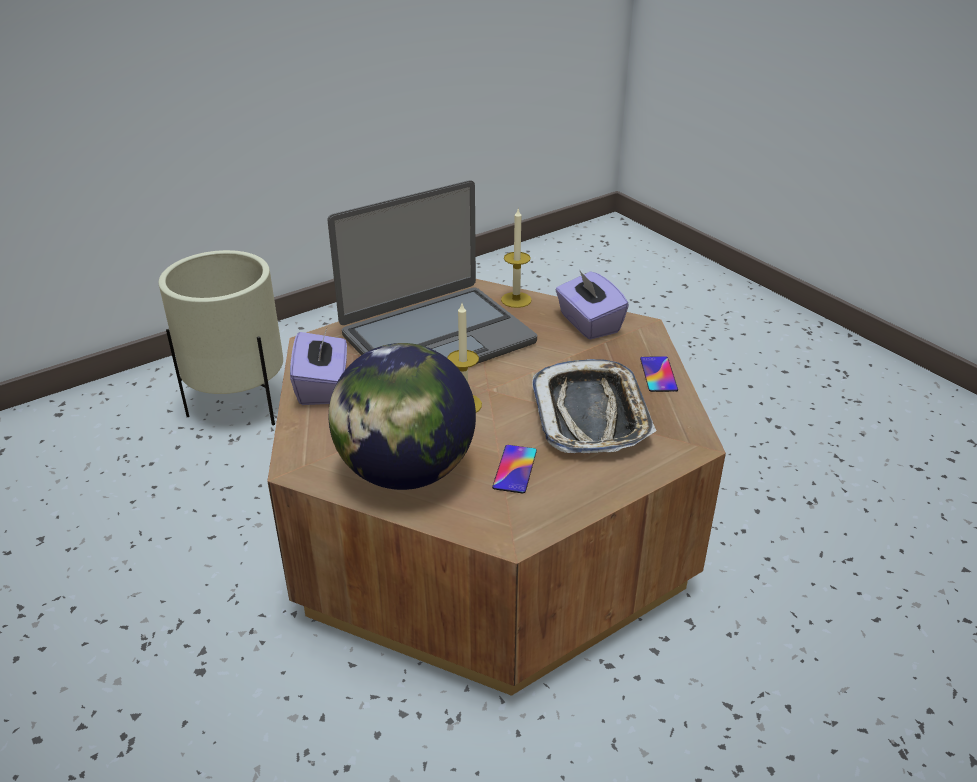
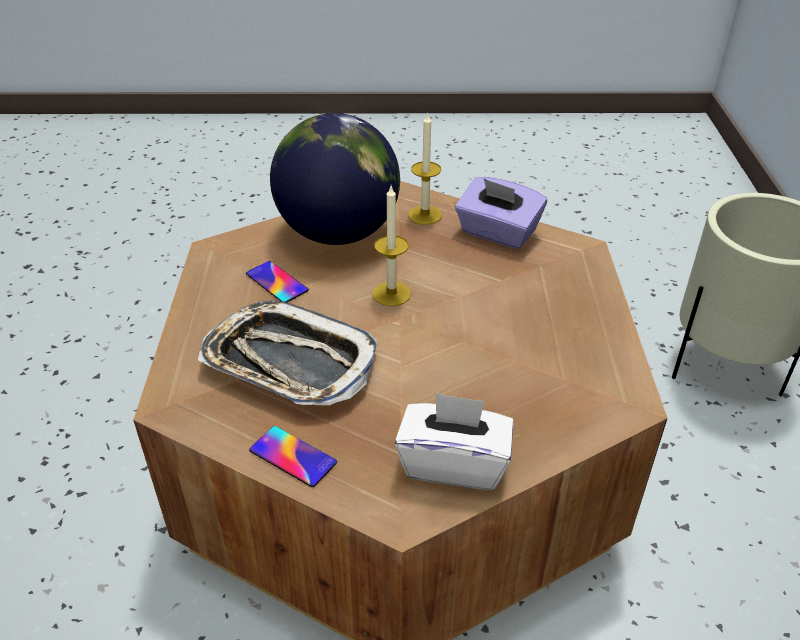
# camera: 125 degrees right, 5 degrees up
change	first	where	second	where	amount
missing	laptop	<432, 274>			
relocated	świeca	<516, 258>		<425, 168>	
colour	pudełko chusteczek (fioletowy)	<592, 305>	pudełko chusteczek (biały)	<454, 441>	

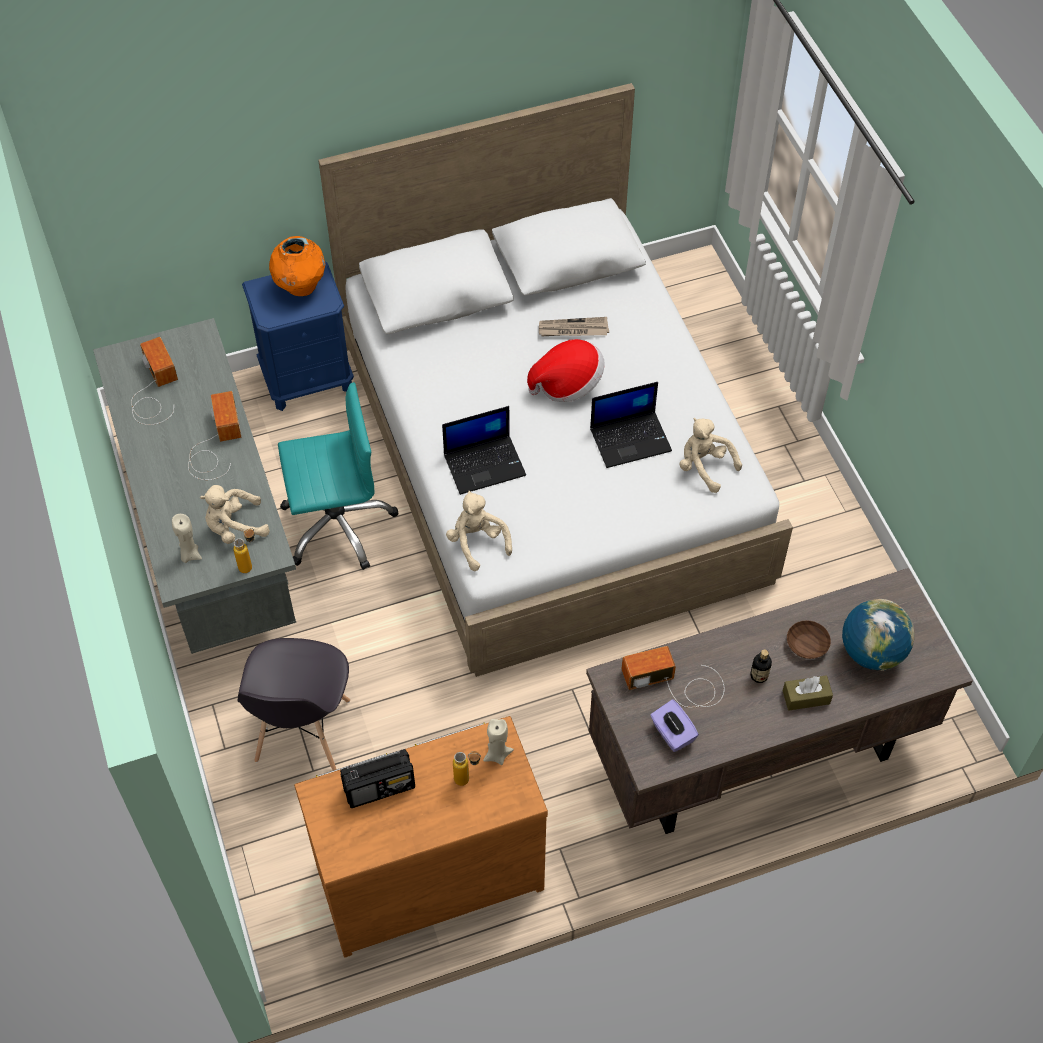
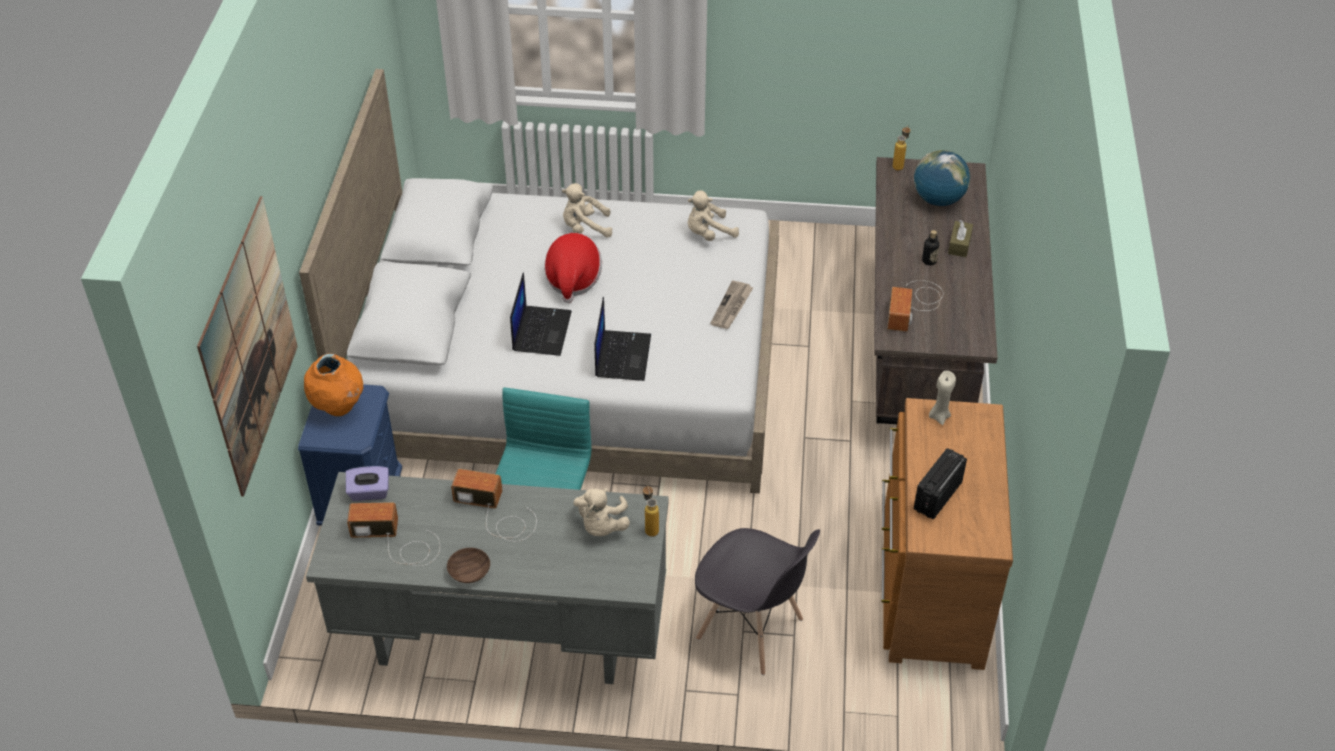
# camera: 65 degrees left, 10 degrees down
change	first	where	second	where	amount
relocated	gazeta	<574, 326>		<731, 305>	
relocated	laptop	<631, 425>		<541, 314>	
relocated	pluszak (beżowy)	<479, 531>		<587, 210>	
missing	świeca (beżowy)	<187, 538>			
relocated	miska (brązowy)	<809, 639>		<468, 565>	
relocated	pudełko chusteczek (fioletowy)	<674, 725>		<367, 483>	
spun	radio	<377, 778>		<940, 483>	150 degrees counterclockwise
relocated	butelka	<467, 768>		<901, 148>	
appeared			obraz	<247, 346>	

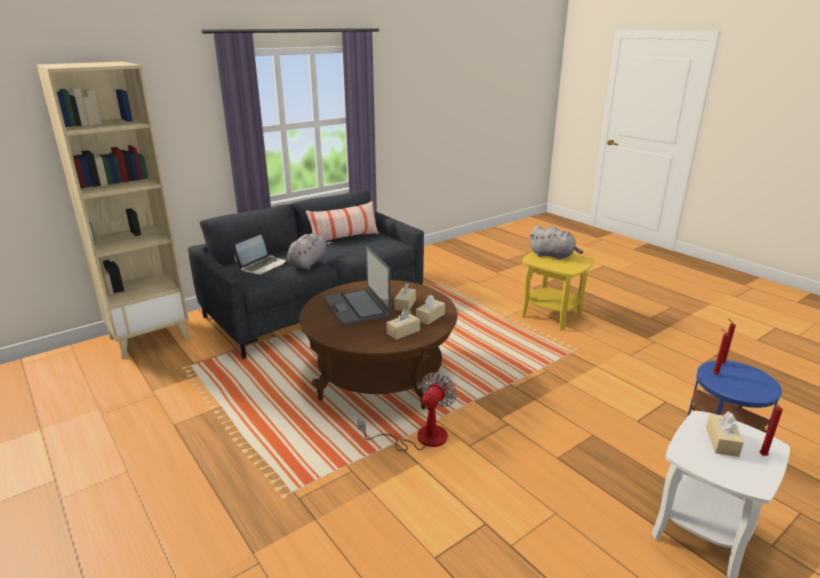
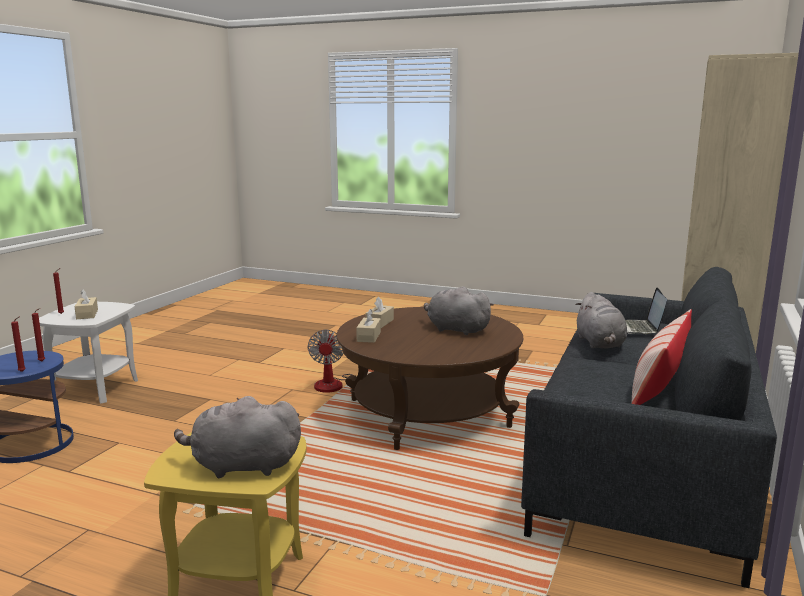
# camera: 150 degrees right, 10 degrees down
change	first	where	second	where	amount
exchanged	laptop	<357, 286>	pluszak (szary)	<459, 310>	
missing	pudełko chusteczek (beżowy)	<405, 297>			

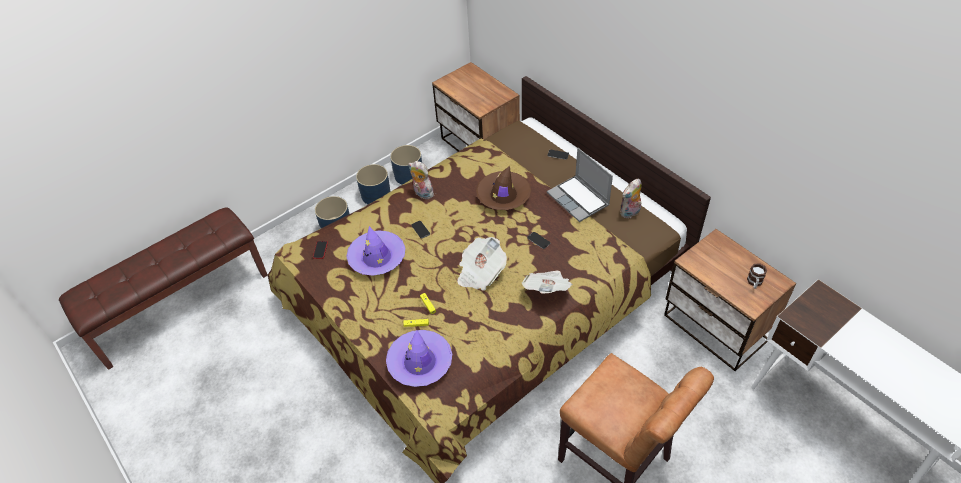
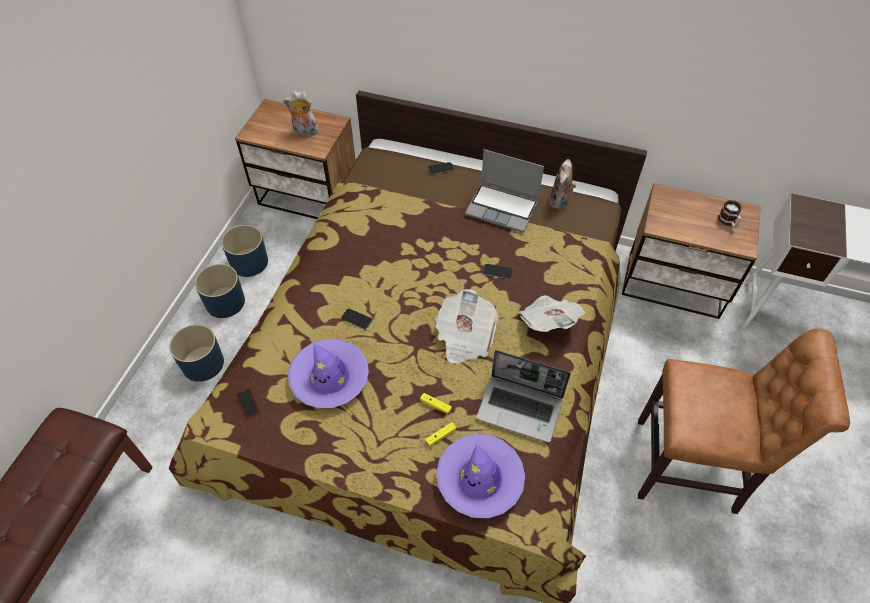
# camera: 35 degrees left, 5 degrees up
change	first	where	second	where	amount
relocated	pluszak	<421, 180>		<300, 113>	
missing	kapelusz (brązowy)	<503, 188>			
appeared			laptop	<524, 396>	

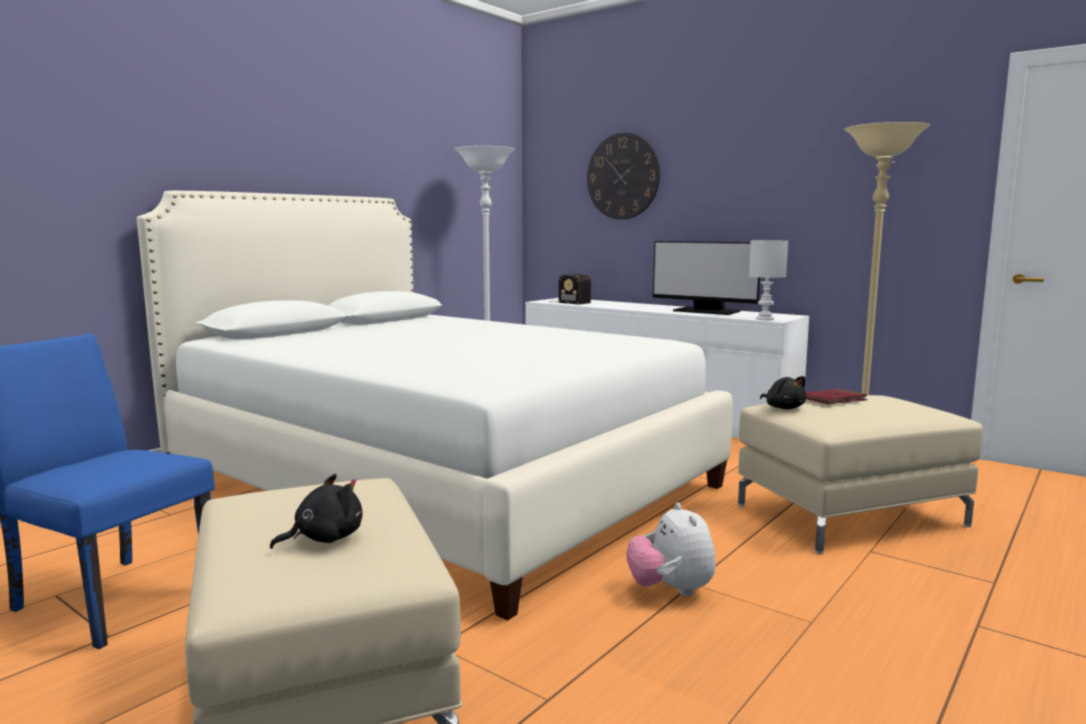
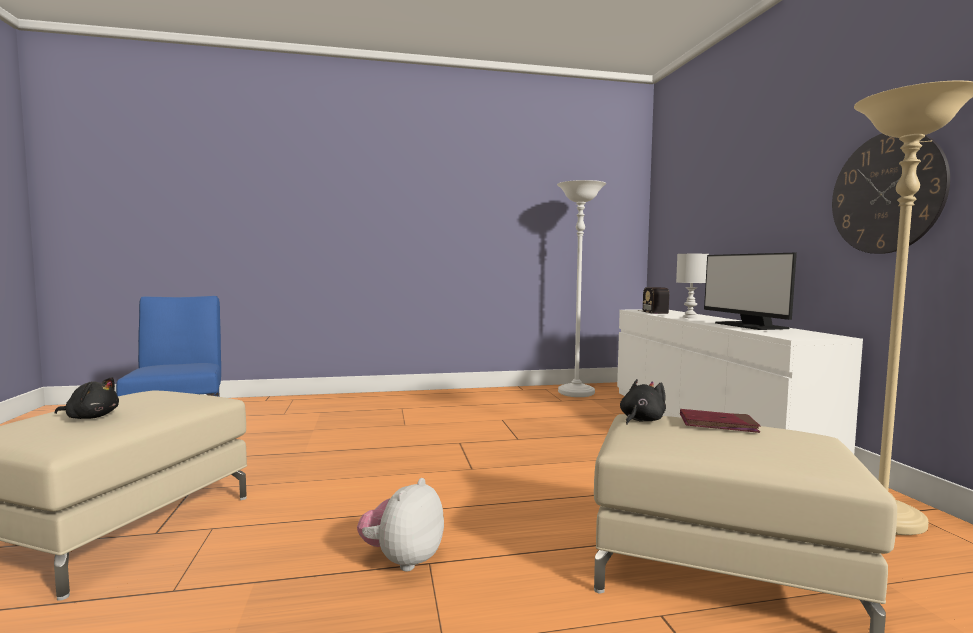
# camera: 40 degrees right, 5 degrees down
change	first	where	second	where	amount
relocated	zegar ścienny	<623, 176>		<891, 193>	
missing	łóżko (biały)	<435, 405>			
relocated	lampa stołowa (biały)	<768, 280>		<692, 286>	
spun	pluszak (czarny)	<783, 392>		<643, 402>	150 degrees counterclockwise

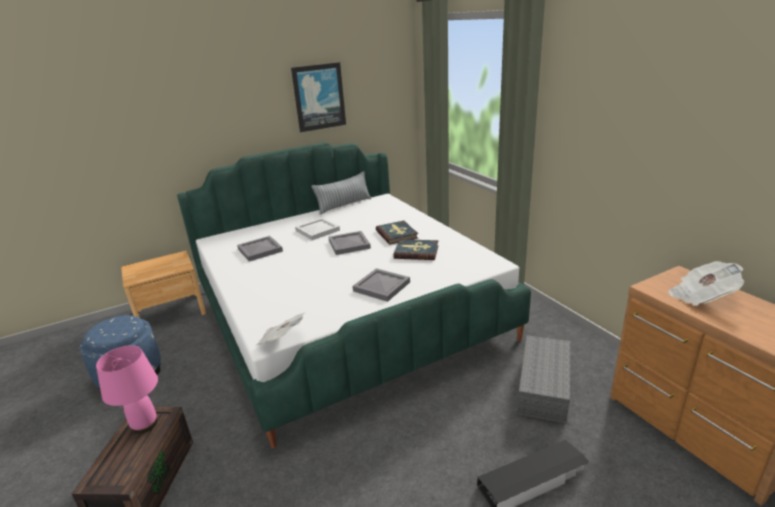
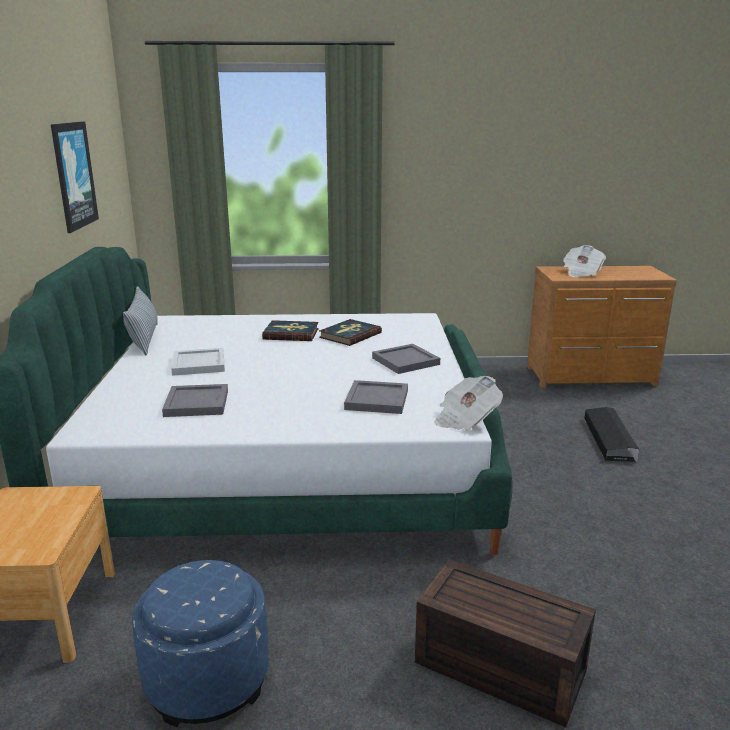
# camera: 65 degrees left, 5 degrees down
change	first	where	second	where	amount
relocated	taca (szary)	<349, 243>		<376, 397>	
missing	pojemnik do przechowywania (szary)	<544, 379>			
missing	lampa stołowa (różowy)	<127, 389>			

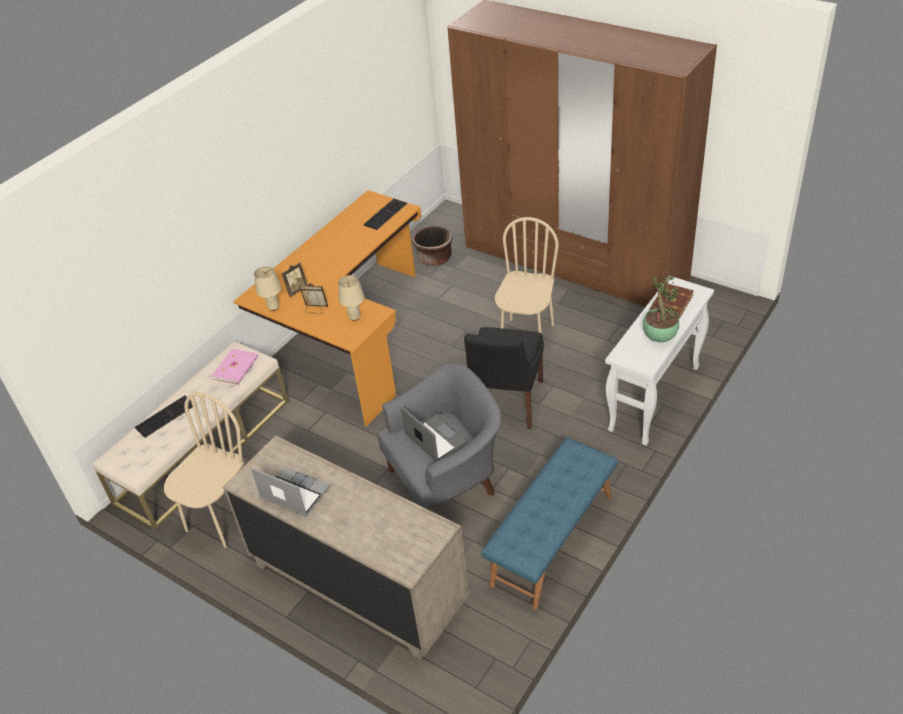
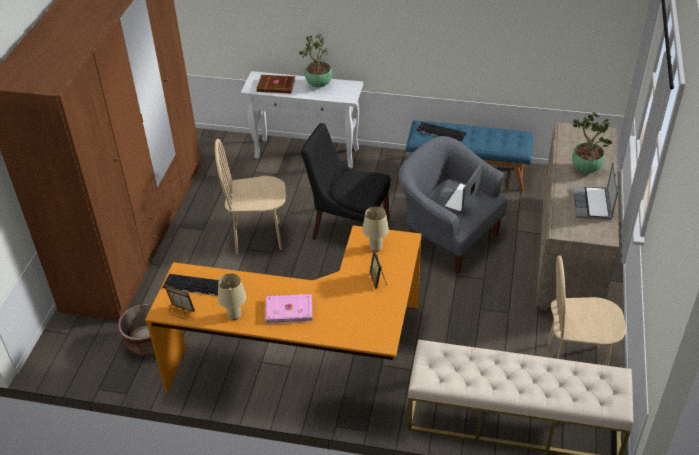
# camera: 115 degrees left, 0 degrees up
change	first	where	second	where	amount
relocated	ramka na zdjęcie	<295, 280>		<180, 302>	
relocated	lampa stołowa (beżowy)	<267, 288>		<232, 296>	
spun	krzesło (czarny)	<504, 378>		<346, 181>	150 degrees counterclockwise
relocated	książka (różowy)	<235, 366>		<289, 309>	
relocated	klawiatura	<164, 416>		<442, 132>	
appeared			roślina doniczkowa	<592, 142>	

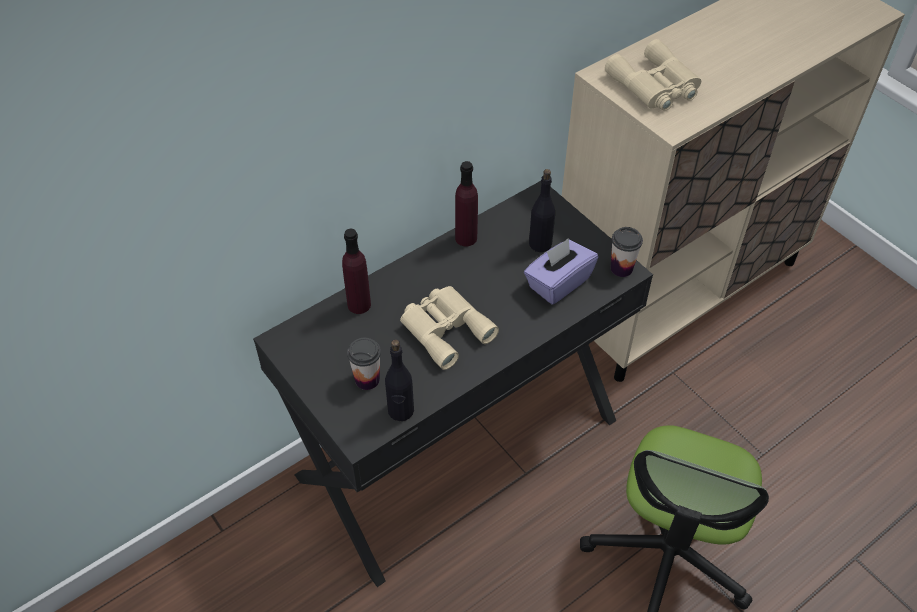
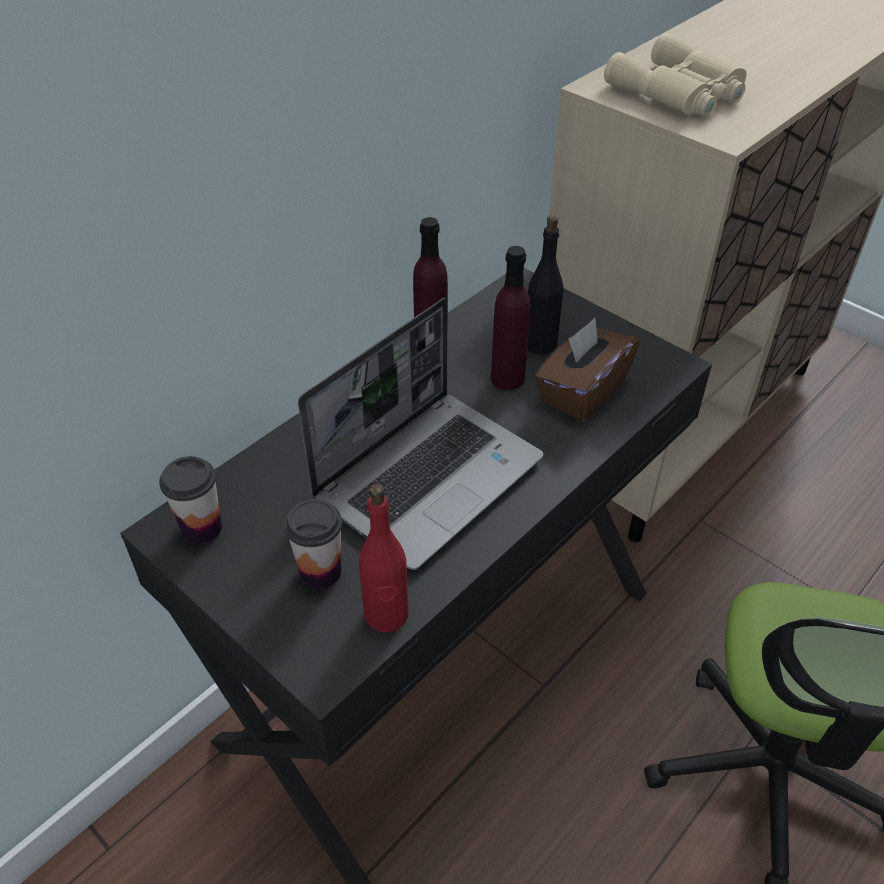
# camera: 10 degrees left, 5 degrees down
change	first	where	second	where	amount
relocated	filiżanka	<627, 252>		<190, 500>	
relocated	butelka (fioletowy)	<356, 271>		<511, 318>	
colour	pudełko chusteczek (fioletowy)	<561, 271>	pudełko chusteczek (brązowy)	<587, 370>	
exchanged	lornetka (beżowy)	<449, 328>	laptop	<420, 434>	
colour	butelka (czarny)	<399, 380>	butelka (czerwony)	<384, 557>	

